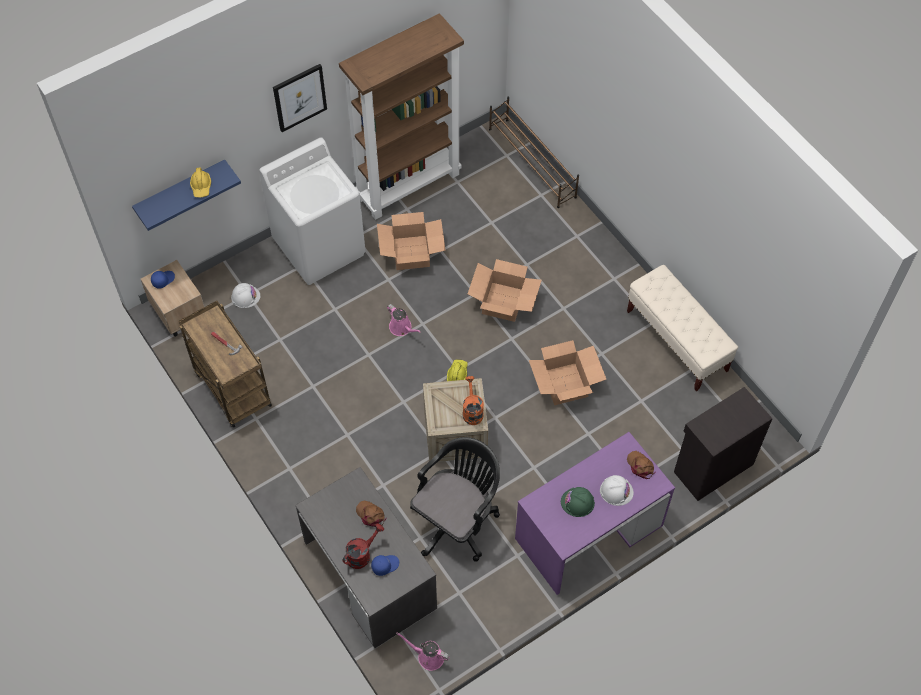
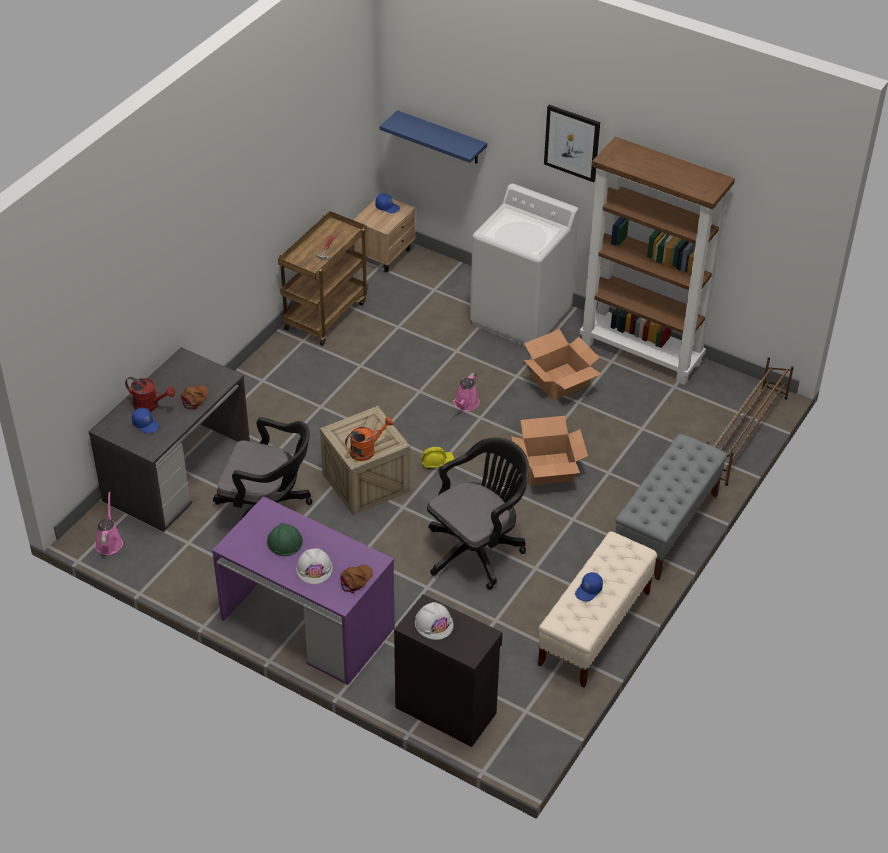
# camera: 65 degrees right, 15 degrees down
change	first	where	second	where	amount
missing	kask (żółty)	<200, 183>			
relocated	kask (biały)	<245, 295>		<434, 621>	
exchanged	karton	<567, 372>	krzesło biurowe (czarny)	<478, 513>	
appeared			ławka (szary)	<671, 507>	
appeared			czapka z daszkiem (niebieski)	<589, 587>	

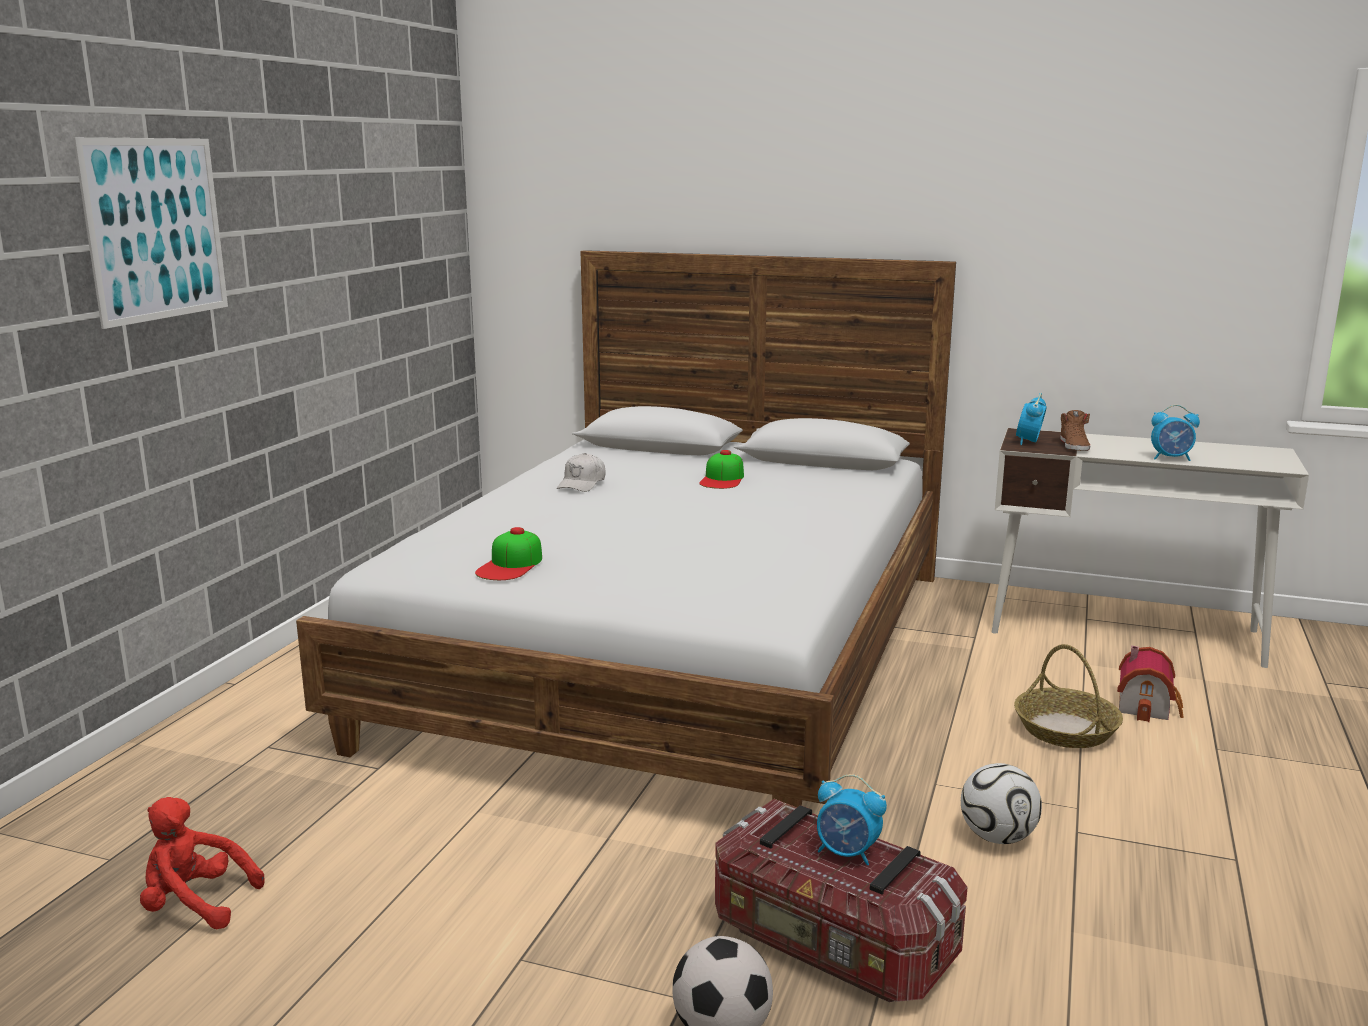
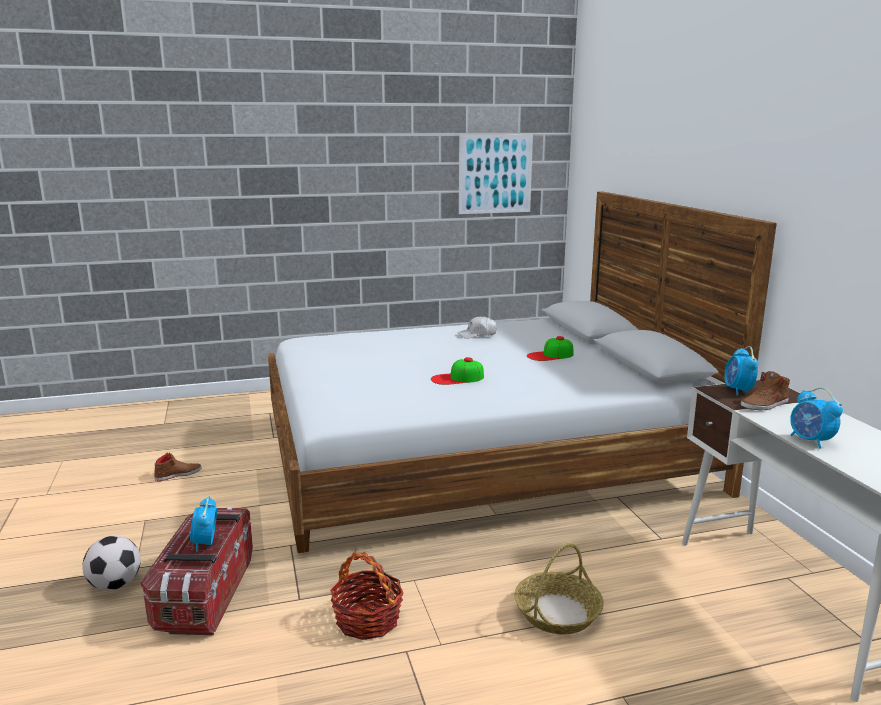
# camera: 55 degrees right, 0 degrees up
change	first	where	second	where	amount
relocated	obraz	<150, 233>		<496, 174>	
spun	budzik	<1031, 419>		<741, 371>	75 degrees counterclockwise
relocated	czapka z daszkiem	<508, 553>		<457, 371>	
missing	domek	<1150, 684>			
exchanged	piłka futbolowa	<1001, 803>	koszyk	<367, 596>	
missing	pluszak (czerwony)	<202, 863>			
appeared			but (brązowy)	<178, 467>	

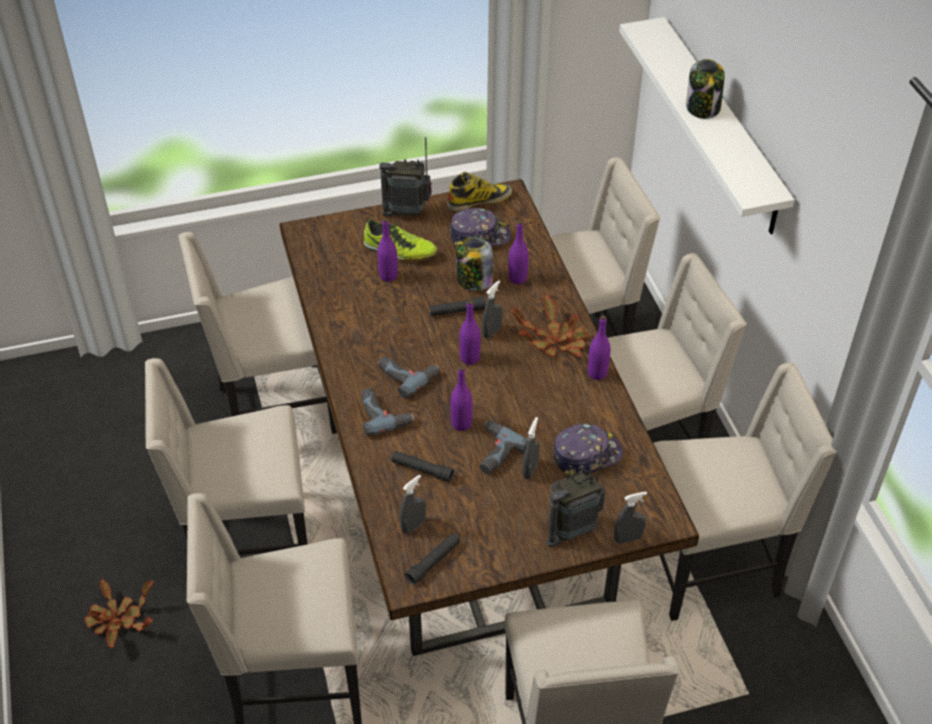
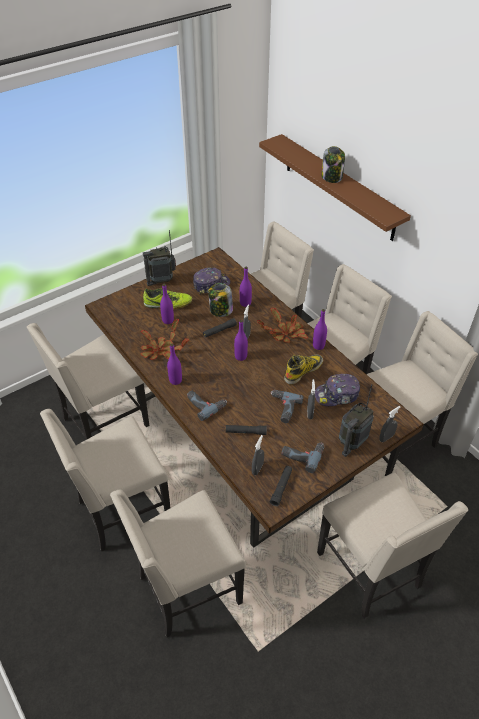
# camera: 20 degrees left, 0 degrees up
change	first	where	second	where	amount
colour	półka (biały)	<707, 125>	półka (brązowy)	<335, 187>	
relocated	but z cholewką	<479, 191>		<303, 369>	
relocated	wiertarka	<408, 377>		<302, 458>	
relocated	butelka (fioletowy)	<461, 398>		<174, 364>	
spun	czapka z daszkiem	<588, 450>		<337, 390>	150 degrees counterclockwise
relocated	roślina doniczkowa	<119, 613>		<164, 339>	

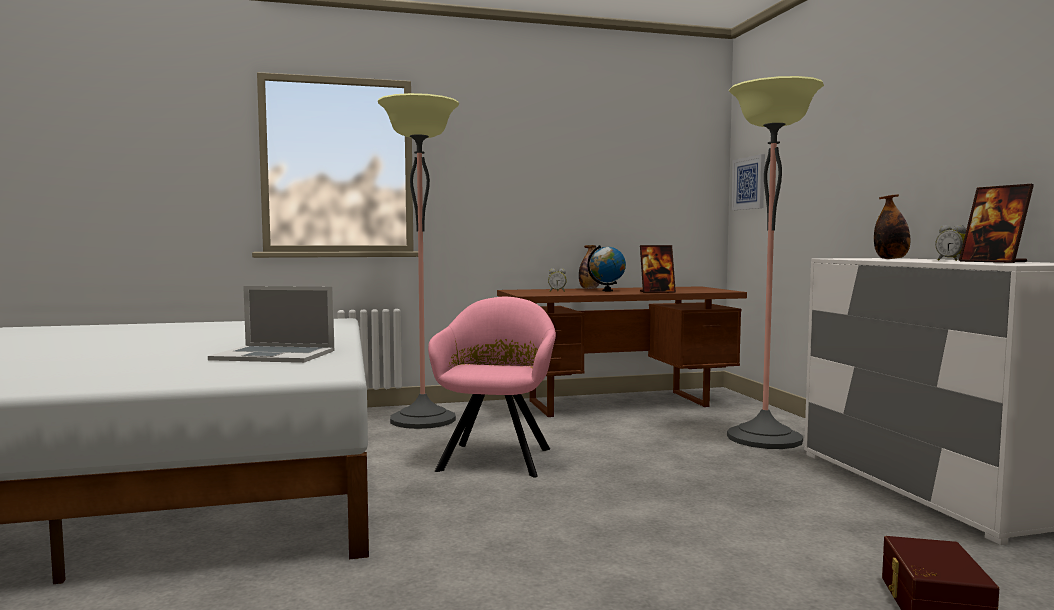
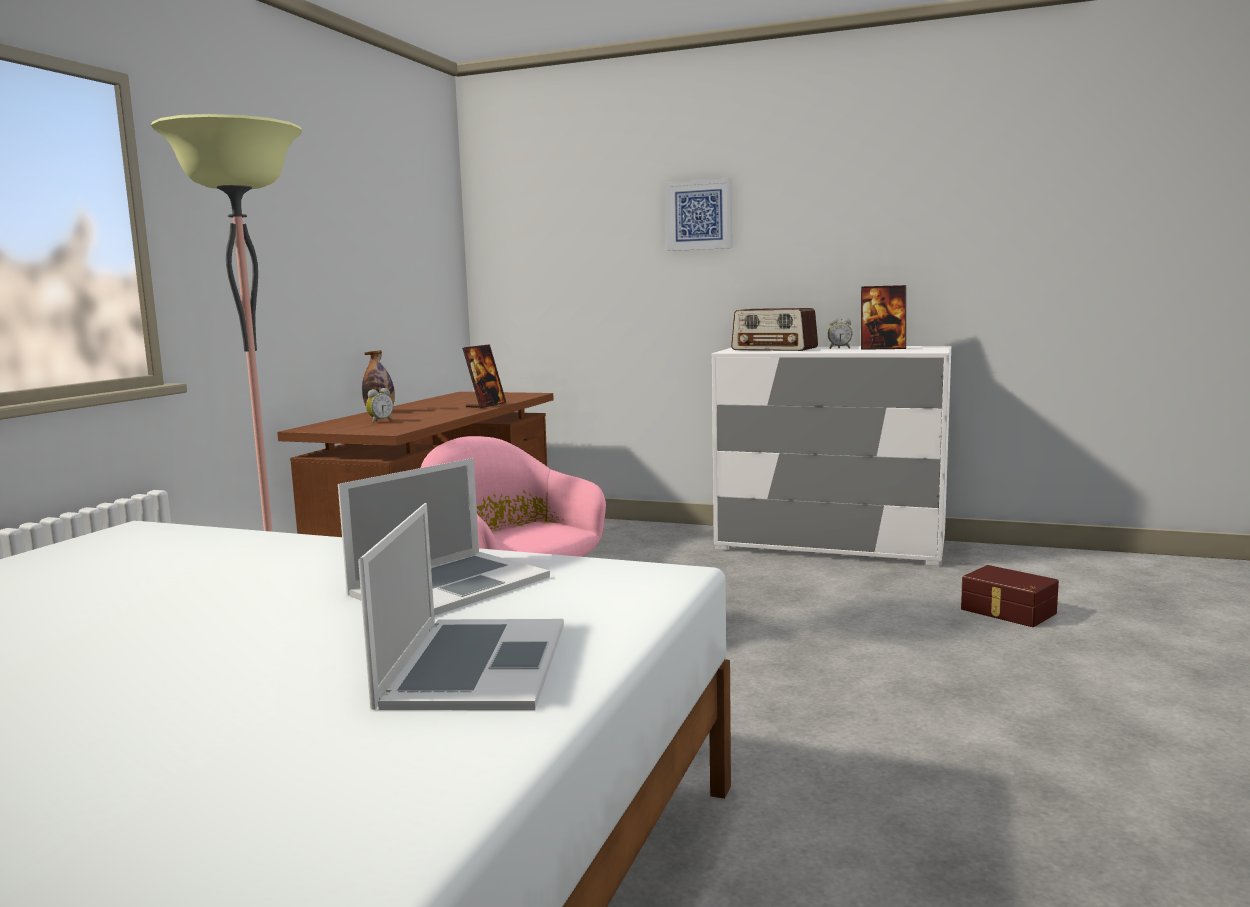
# camera: 55 degrees left, 5 degrees up
change	first	where	second	where	amount
missing	lampa stojąca	<775, 262>			
relocated	obraz	<748, 182>		<698, 214>	
exchanged	butelka	<892, 226>	radio	<774, 329>	
missing	globus	<606, 268>			
appeared			laptop	<461, 606>	

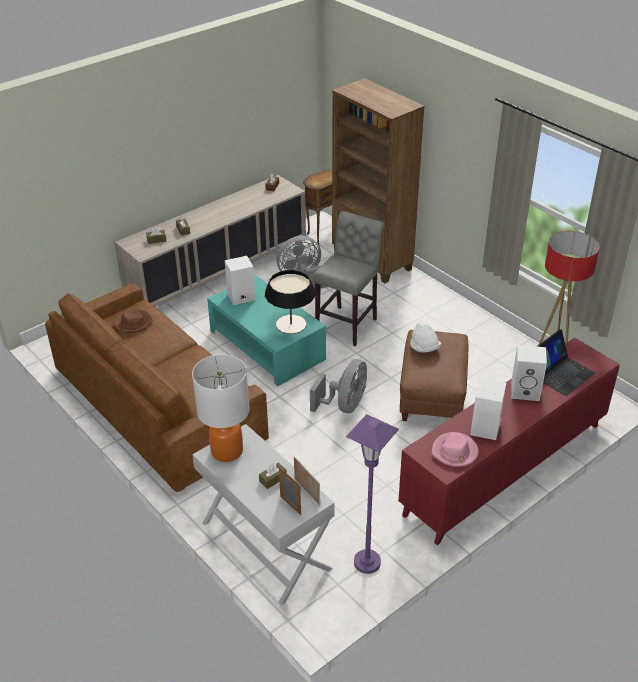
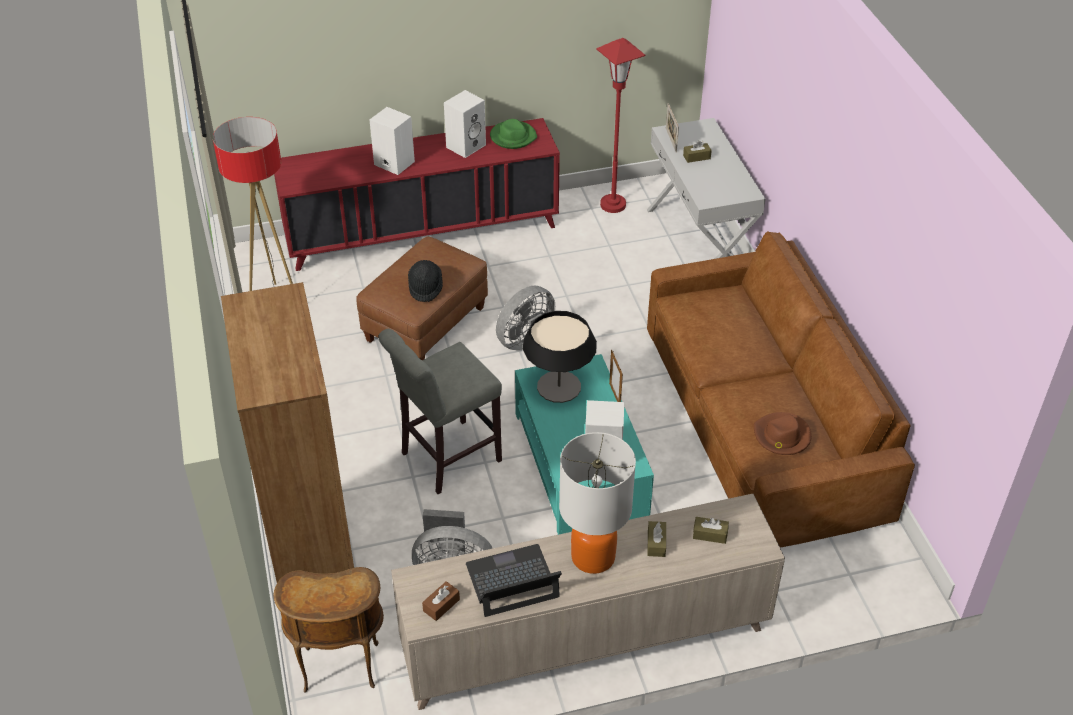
# camera: 155 degrees left, 5 degrees up
change	first	where	second	where	amount
colour	kapelusz (biały)	<425, 338>	kapelusz (czarny)	<425, 281>	
relocated	laptop	<566, 362>		<514, 580>	
relocated	lampa stołowa	<221, 408>		<597, 503>	
colour	lampa stojąca (fioletowy)	<372, 494>	lampa stojąca (czerwony)	<621, 125>	
colour	kapelusz (różowy)	<455, 449>	kapelusz (zielony)	<513, 134>	
relocated	ramka na zdjęcie	<290, 491>		<616, 375>	

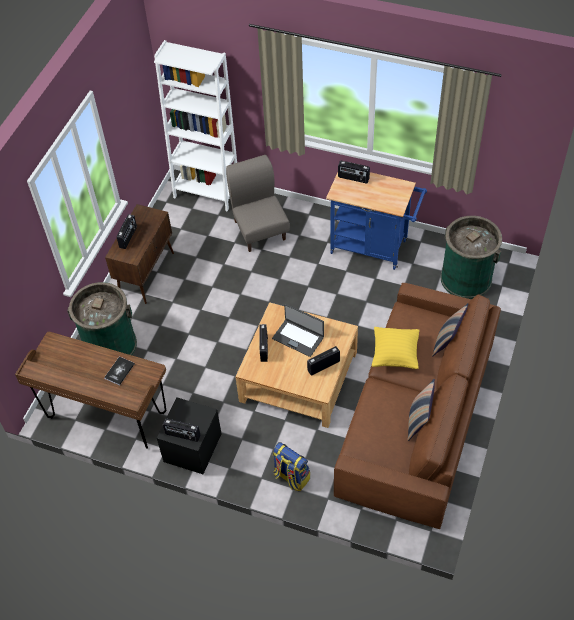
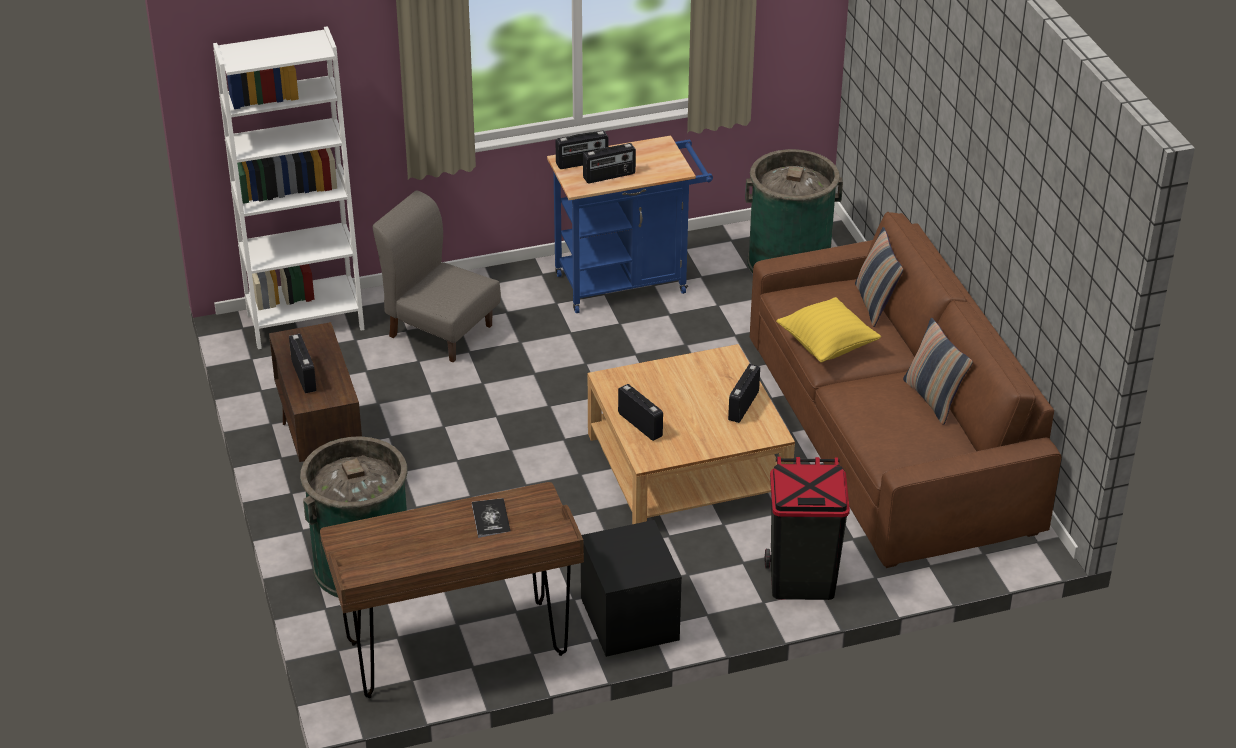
# camera: 40 degrees left, 15 degrees down
change	first	where	second	where	amount
missing	laptop	<298, 330>			
relocated	radio	<182, 430>		<609, 163>	
exchanged	plecak	<291, 466>	kosz na śmieci (czarny)	<807, 528>	

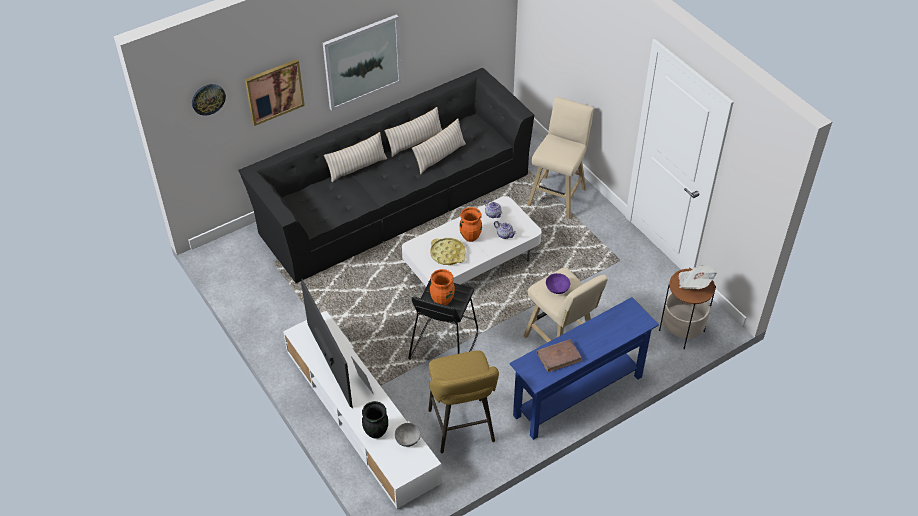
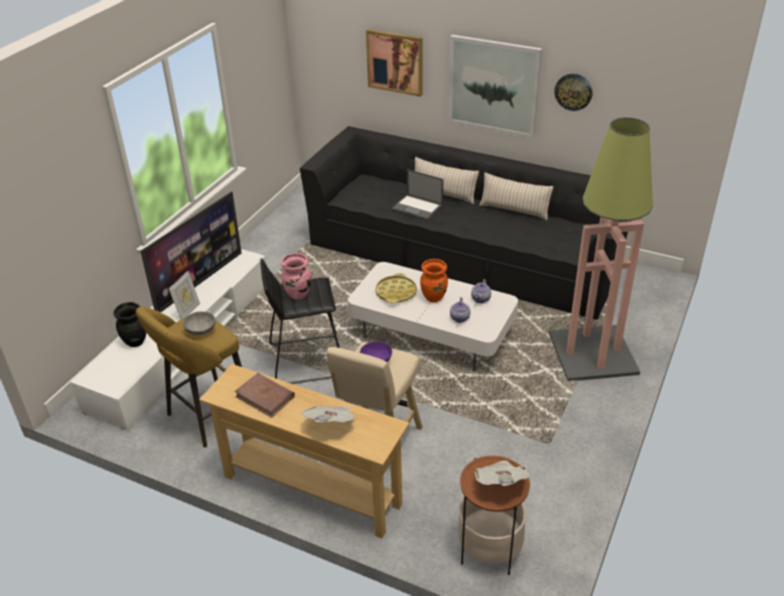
# camera: 60 degrees right, 10 degrees down
change	first	where	second	where	amount
relocated	zegar ścienny	<209, 100>		<573, 92>	
exchanged	stołek (beżowy)	<560, 158>	lampa stojąca	<601, 249>	
missing	poduszka (beżowy)	<439, 146>			
colour	wazon (pomarańczowy)	<442, 287>	wazon (różowy)	<296, 276>	
colour	stolik konsolowy (niebieski)	<584, 368>	stolik konsolowy (beżowy)	<304, 451>	
relocated	miska (szary)	<408, 435>		<199, 323>	
appeared			laptop	<417, 195>	
appeared			gazeta	<328, 413>	

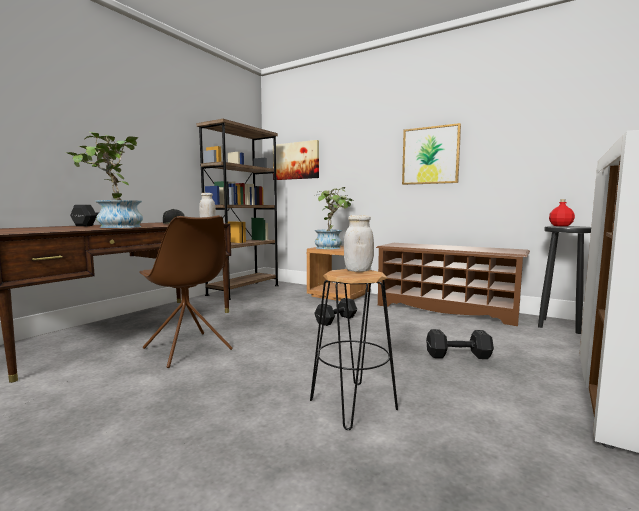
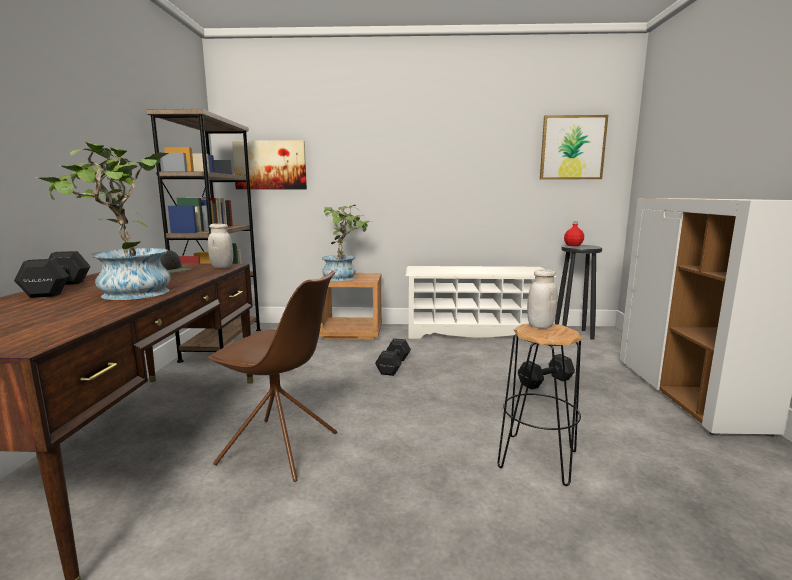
# camera: 30 degrees left, 5 degrees up
change	first	where	second	where	amount
relocated	obraz	<431, 154>		<574, 147>	
colour	regał na buty (brązowy)	<453, 284>	regał na buty (biały)	<481, 302>	

